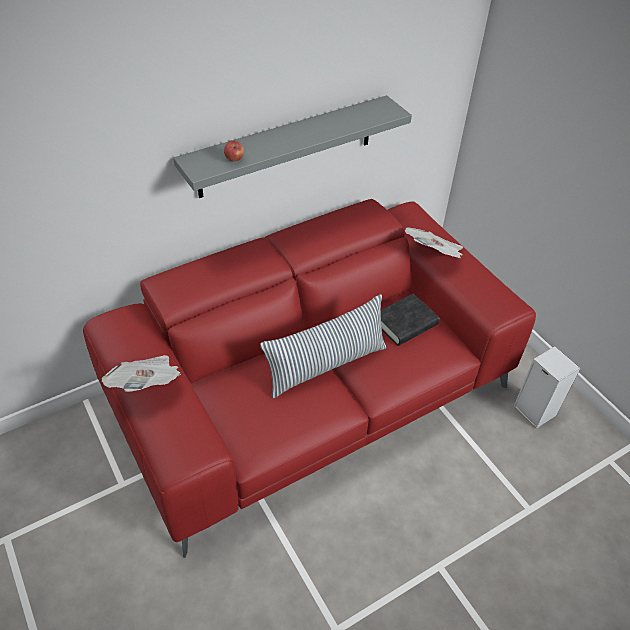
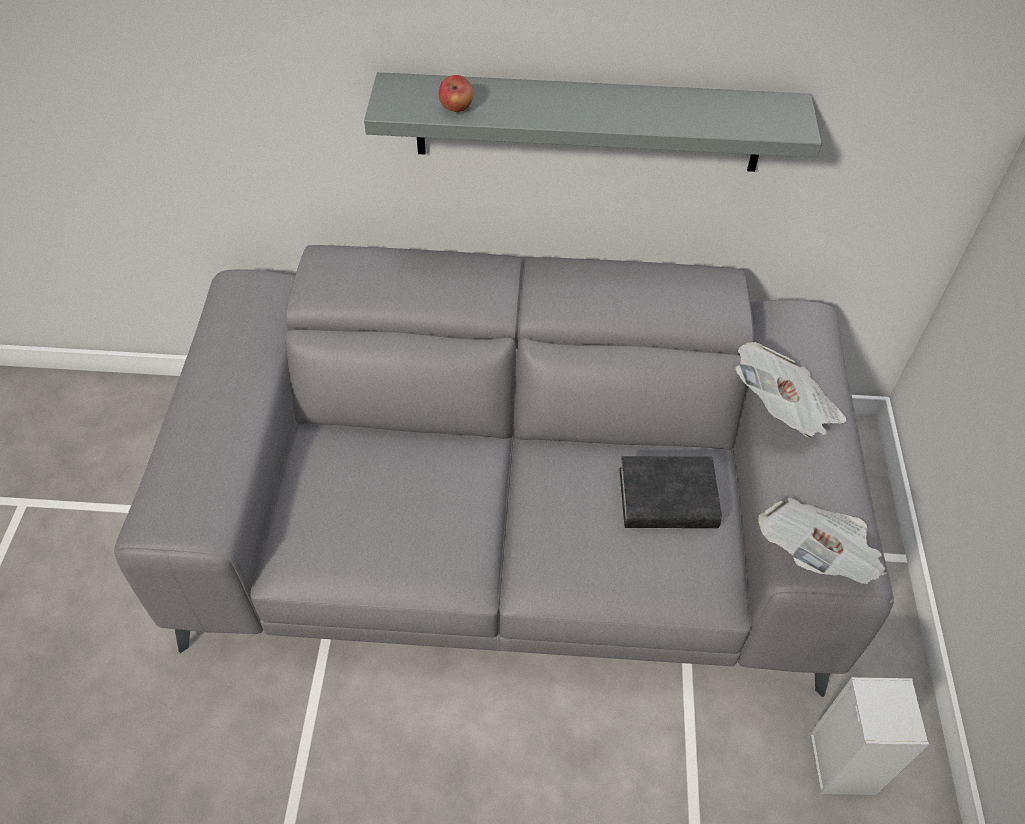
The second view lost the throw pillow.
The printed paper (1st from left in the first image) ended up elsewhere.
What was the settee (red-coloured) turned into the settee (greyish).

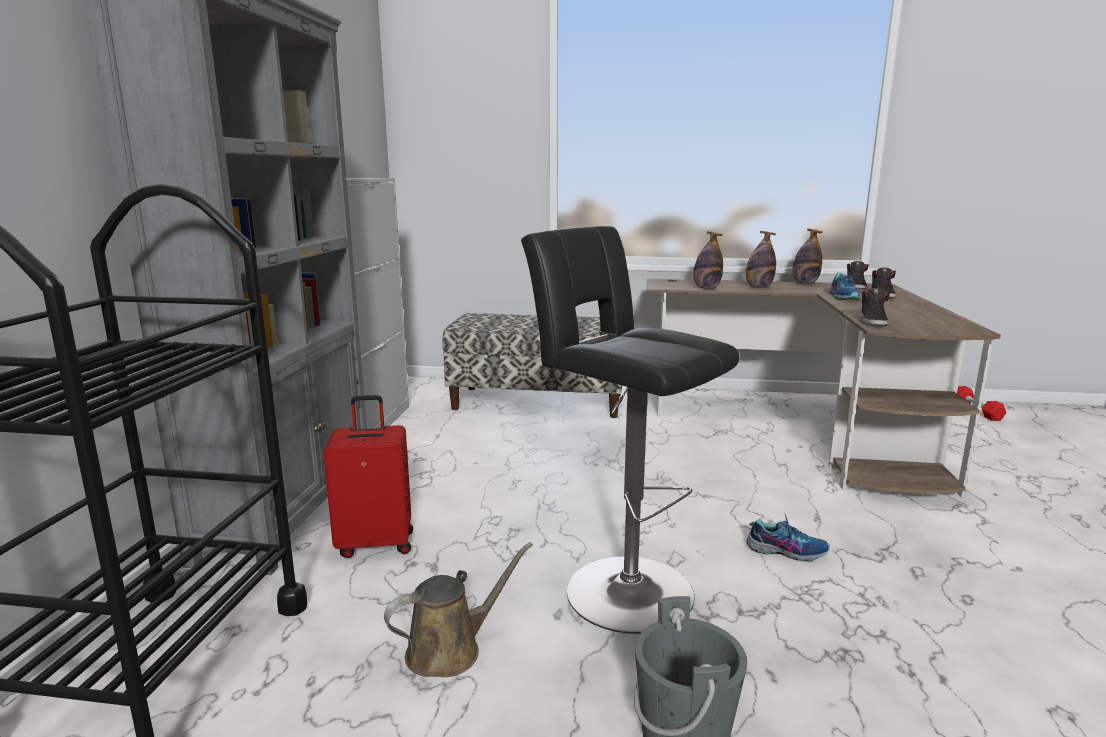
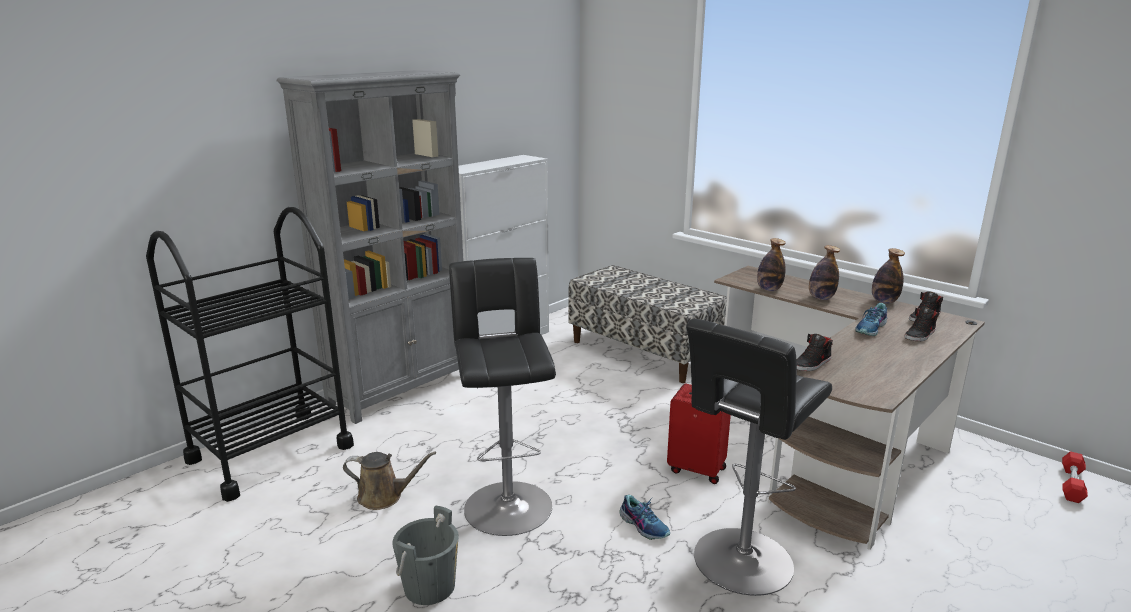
The second view gained the sitting stool (black) (2nd from left).
The suitcase (red-coloured) ended up elsewhere.

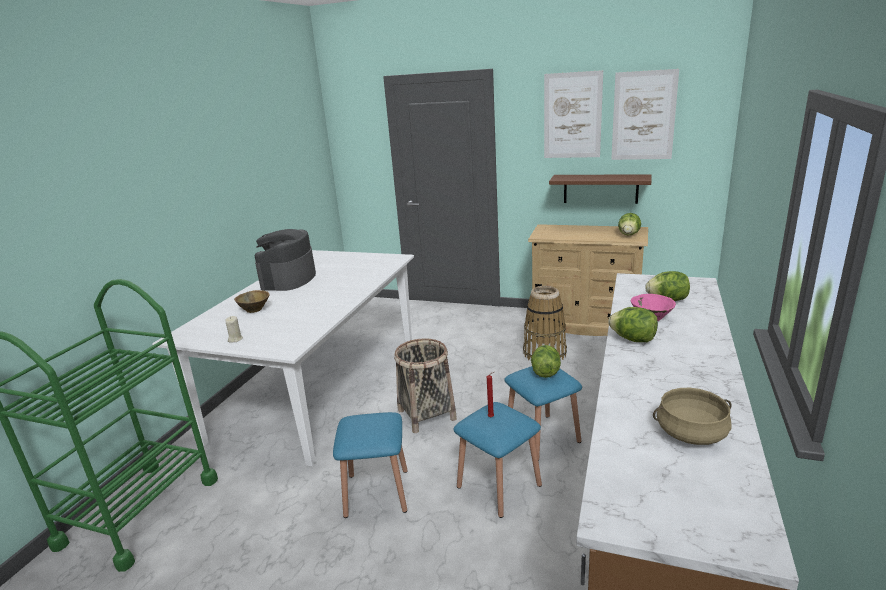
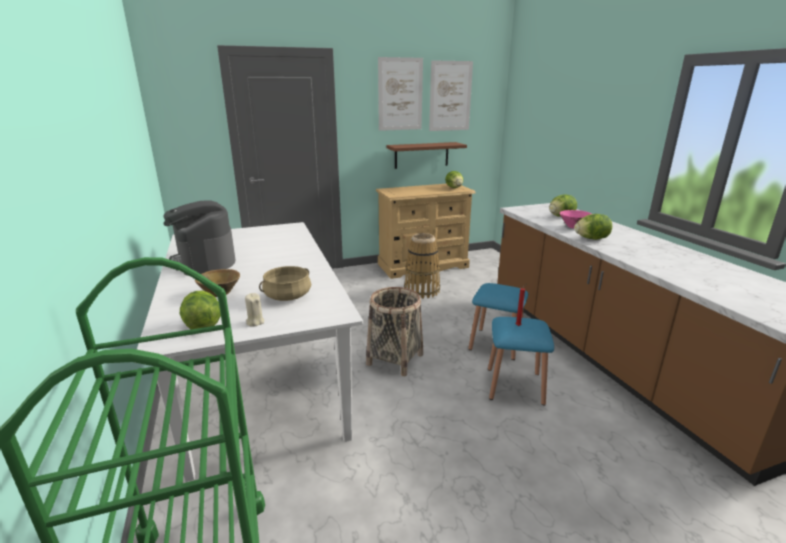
The second view lost the sitting stool (blue) (1st from left).
The head of lettuce (1st from left) ended up elsewhere.
The saucepot (beige-coloured) ended up elsewhere.

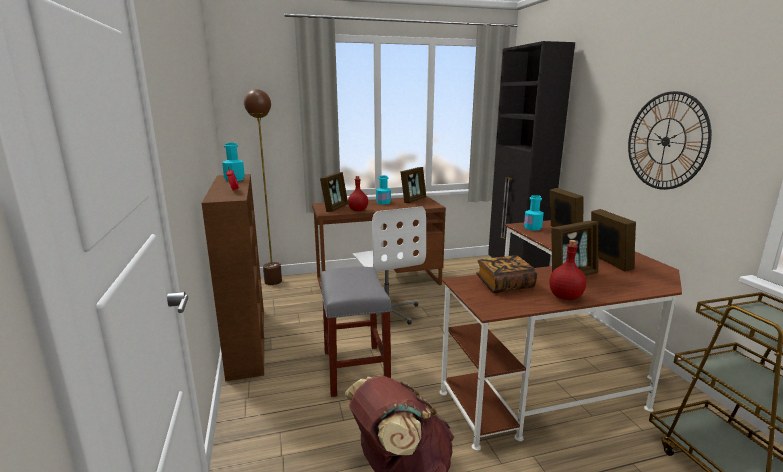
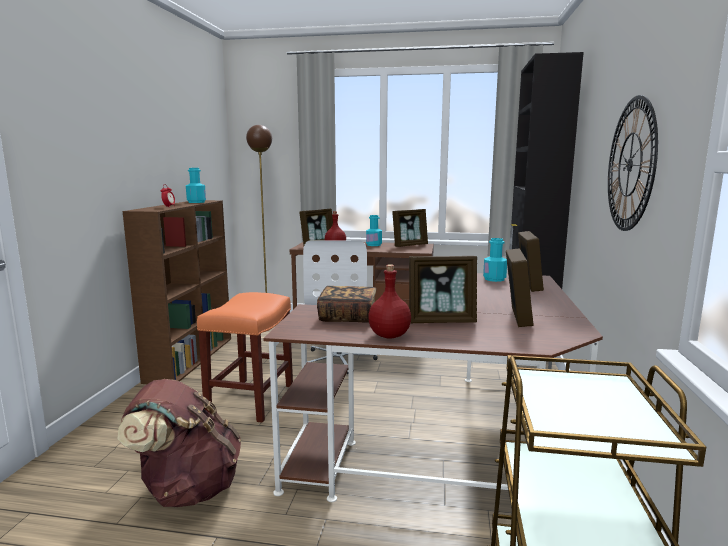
What was the sitting stool (greyish) turned into the sitting stool (orange-coloured).

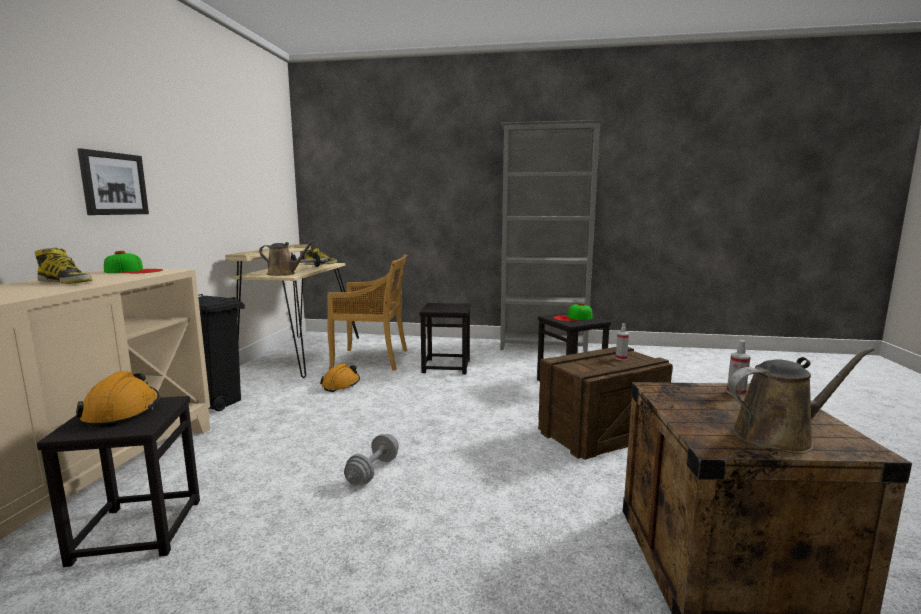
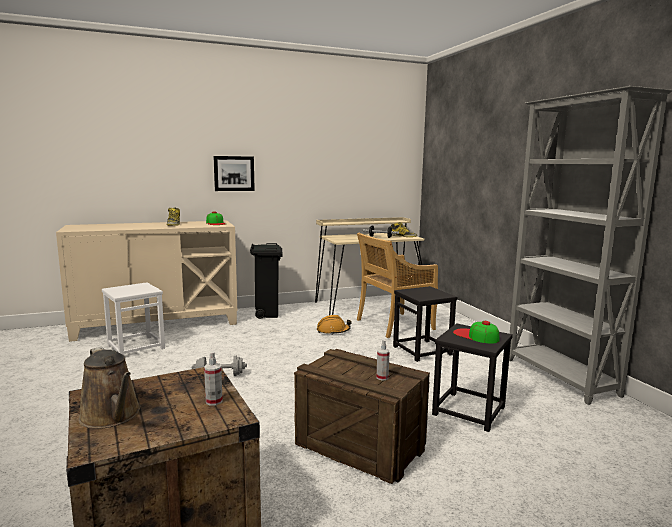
The second view lost the hard hat (orange-coloured) (1st from left).
The second view lost the watering can (brown-coloured) (1st from left).
What was the sitting stool (black) (1st from left) turned into the sitting stool (whitish).
The upright chair (beige-coloured) ended up facing another way, 90 degrees clockwise from before.

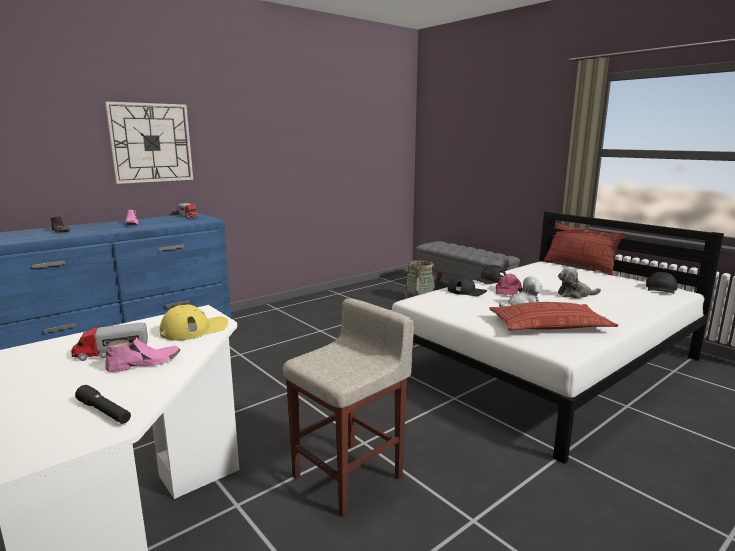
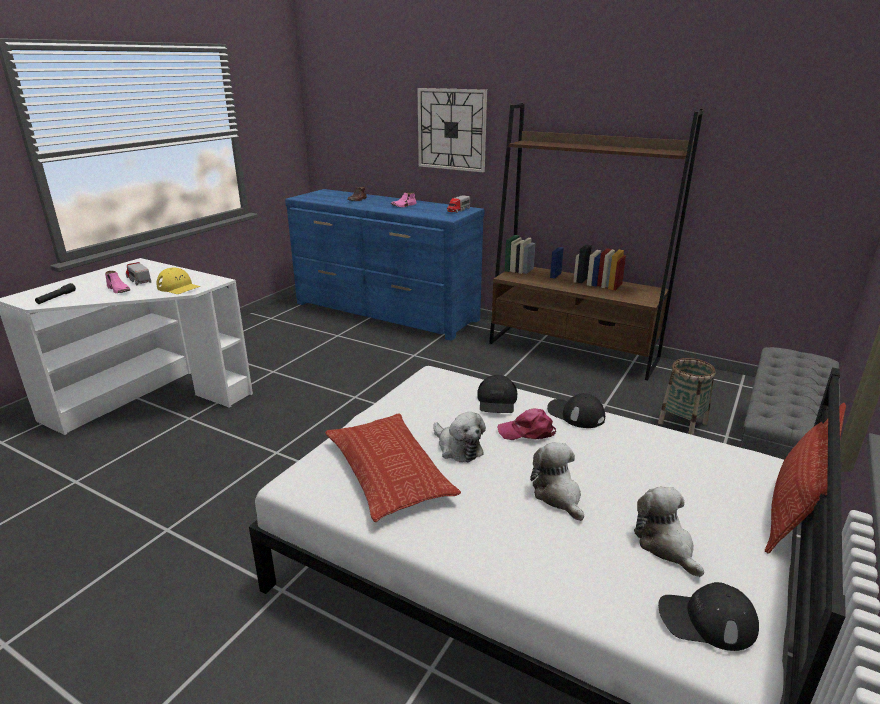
The second view lost the sitting stool (beige-coloured).
The second view gained the bookcase (brown-coloured).
The second view gained the soft toy (3rd from left).

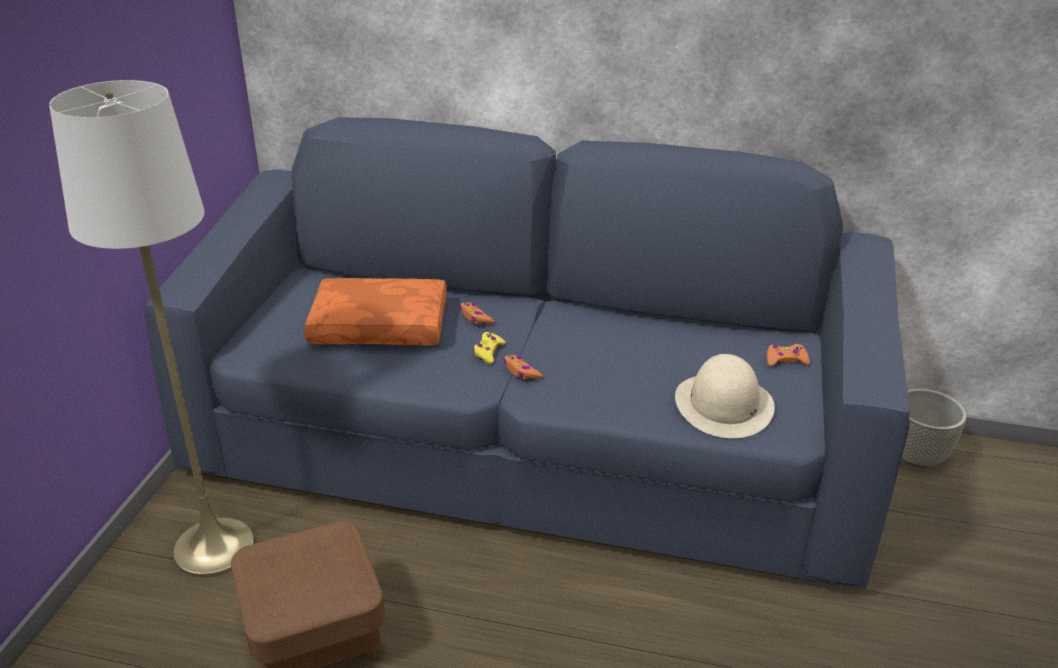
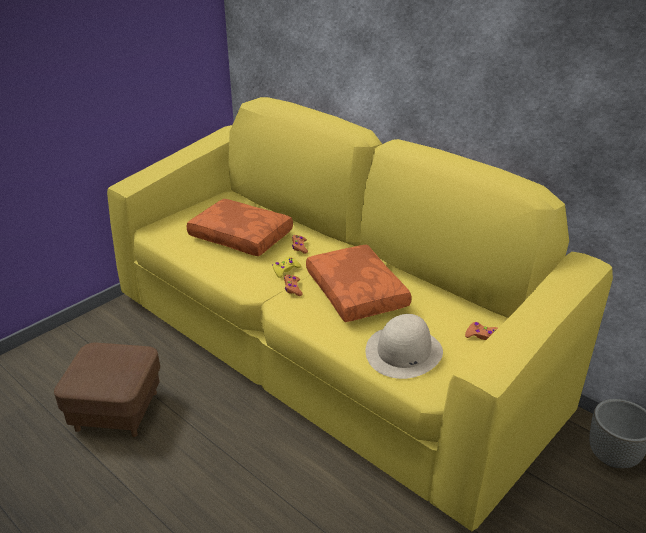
The second view lost the standing lamp (whitish).
The second view gained the throw pillow (orange-coloured) (2nd from left).
What was the settee (blue) turned into the settee (yellowish).

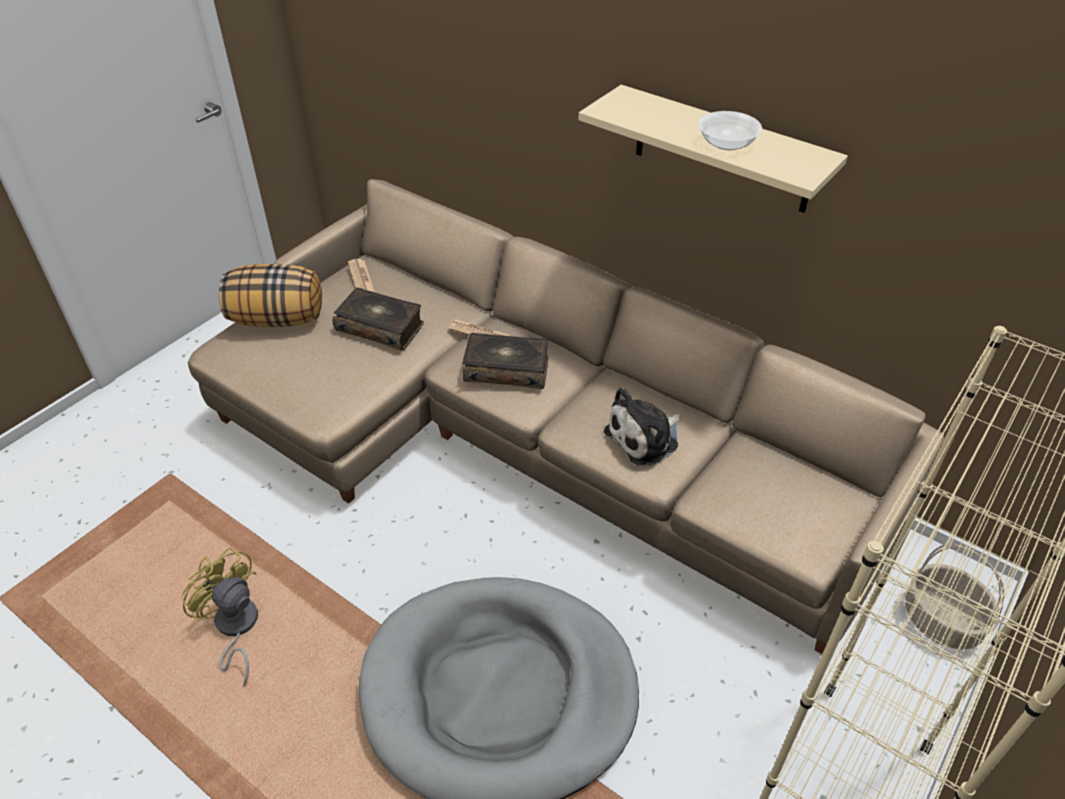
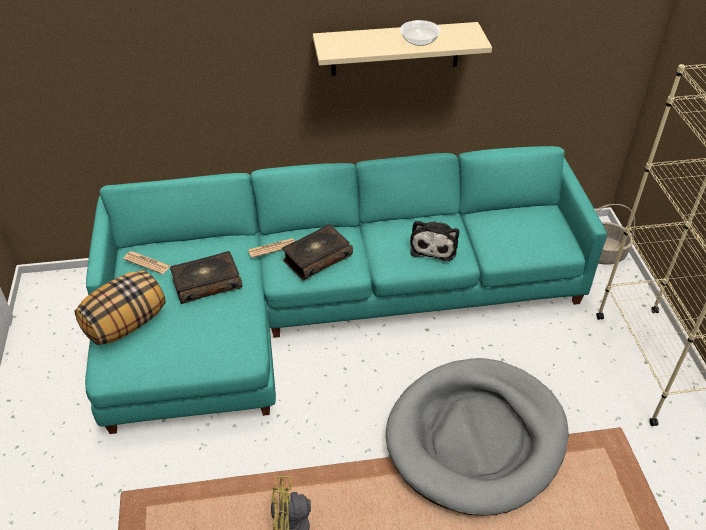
What was the settee (beige-coloured) turned into the settee (blue-green).

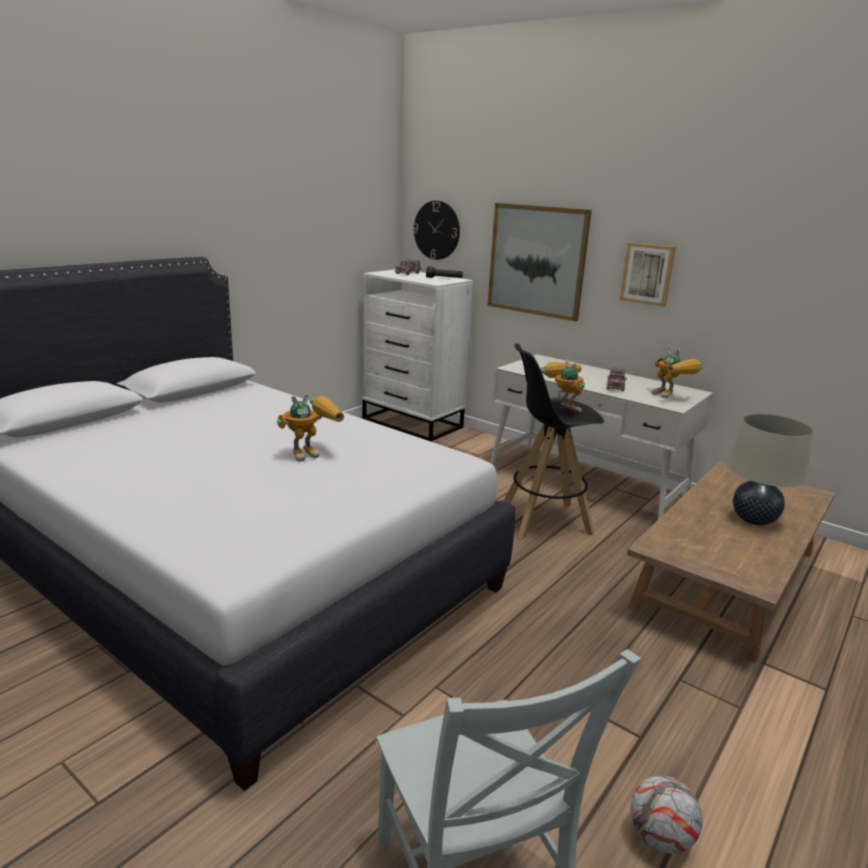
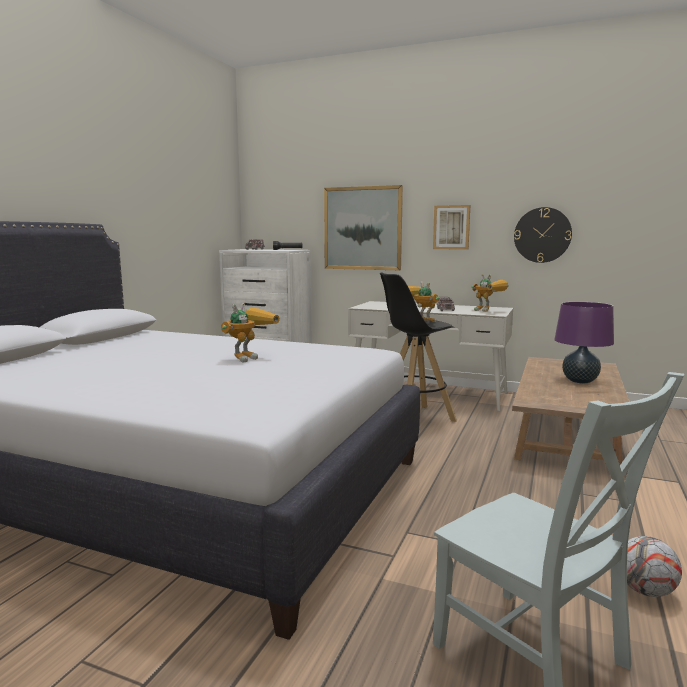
The wall clock ended up elsewhere.
What was the table lamp (beige-coloured) turned into the table lamp (purple-coloured).

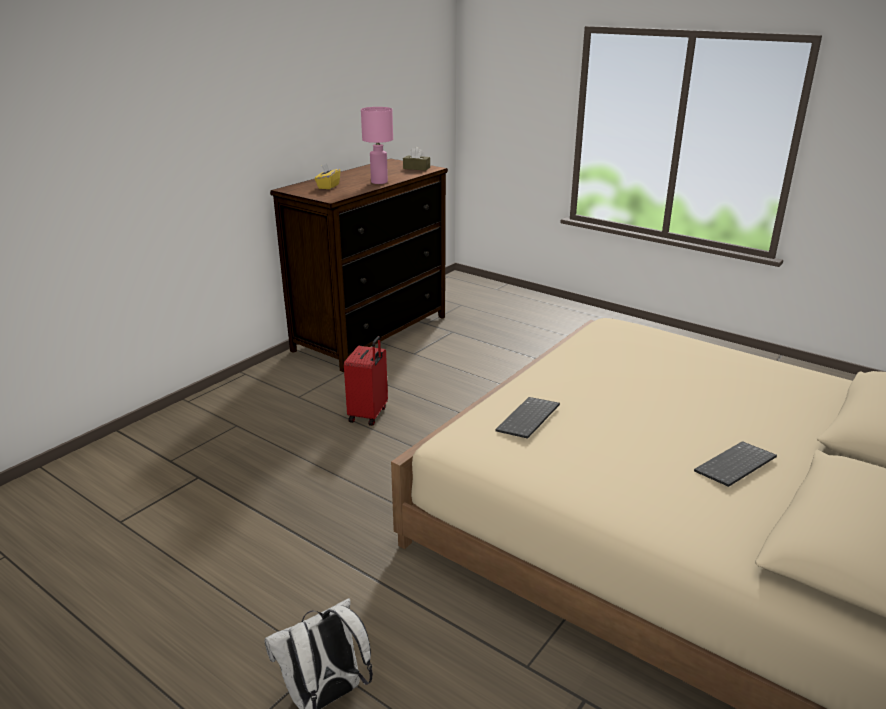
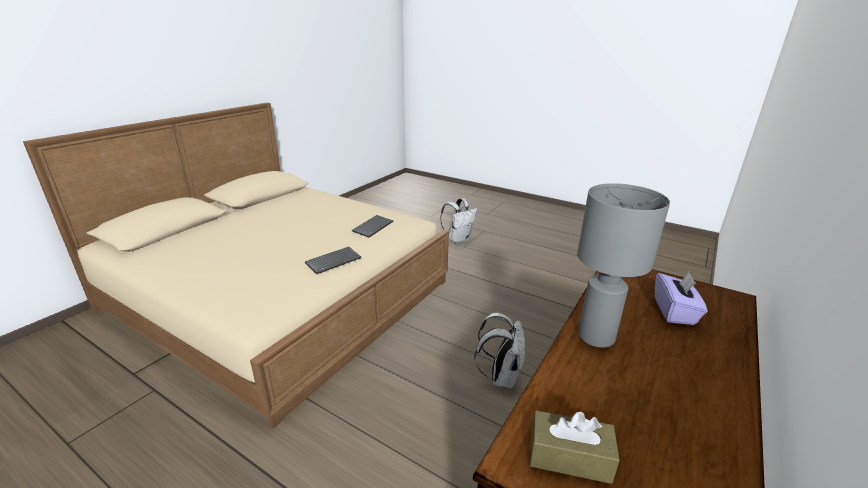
The PC keyboard (2nd from left in the first image) ended up elsewhere.
Where the suitcase (red-coloured) stood, the rucksack (whitish) (2nd from left) came to stand.
What was the tissue box (yellowish) turned into the tissue box (purple-coloured).
What was the table lamp (pink-coloured) turned into the table lamp (greyish).

